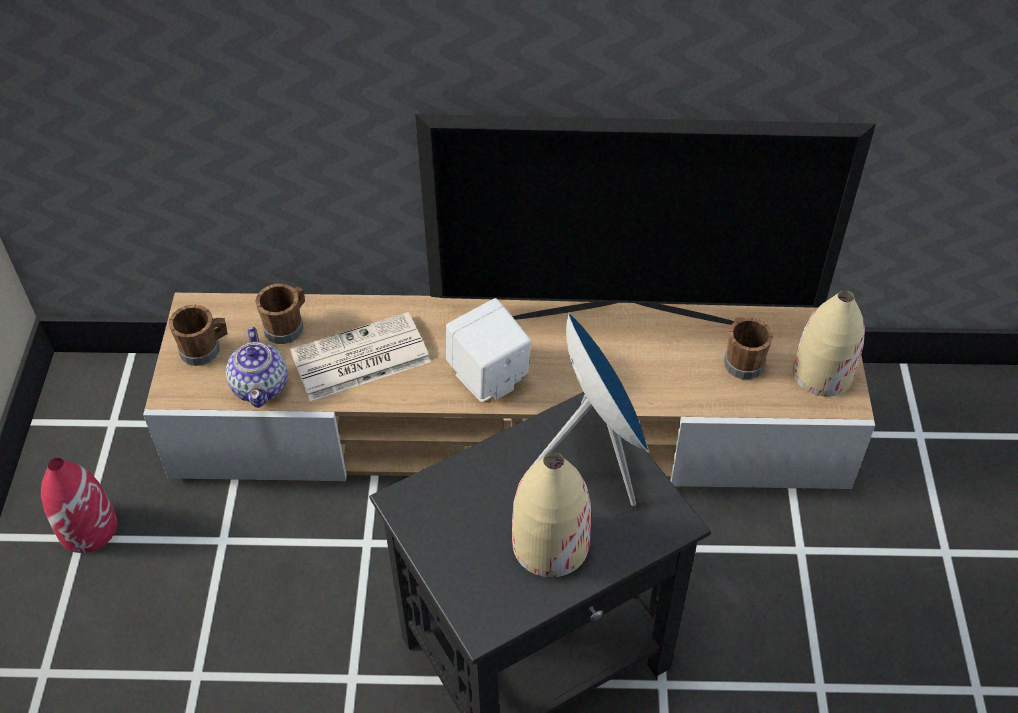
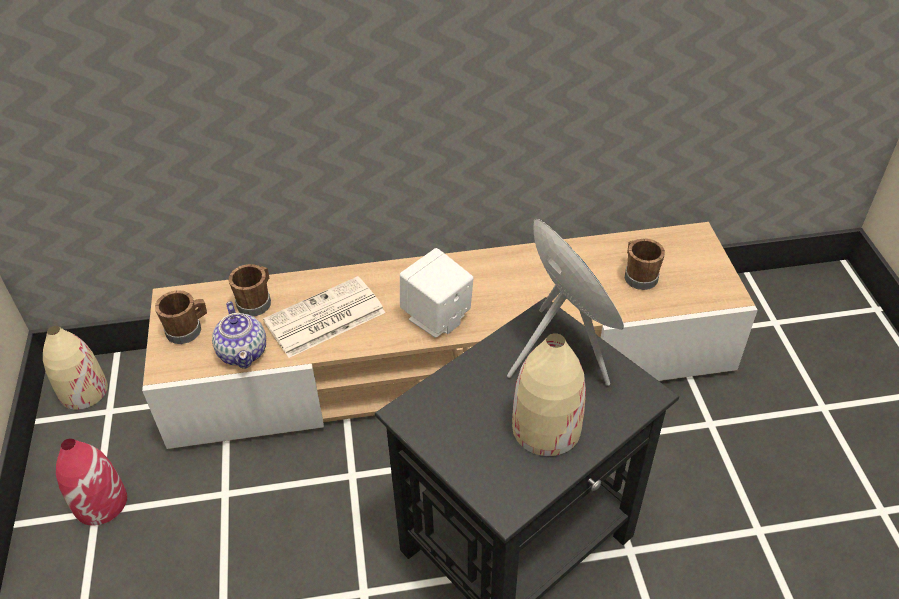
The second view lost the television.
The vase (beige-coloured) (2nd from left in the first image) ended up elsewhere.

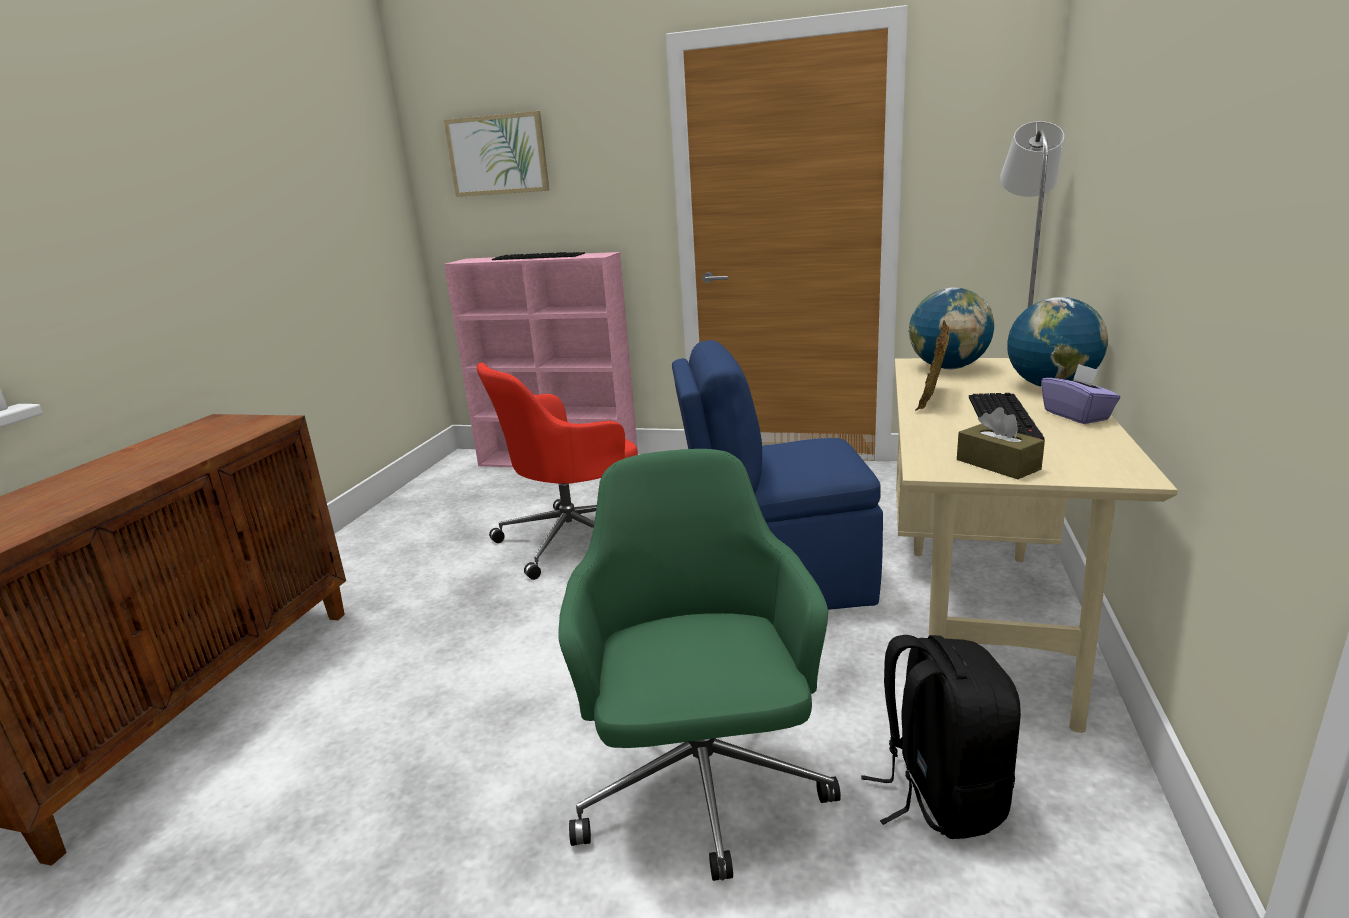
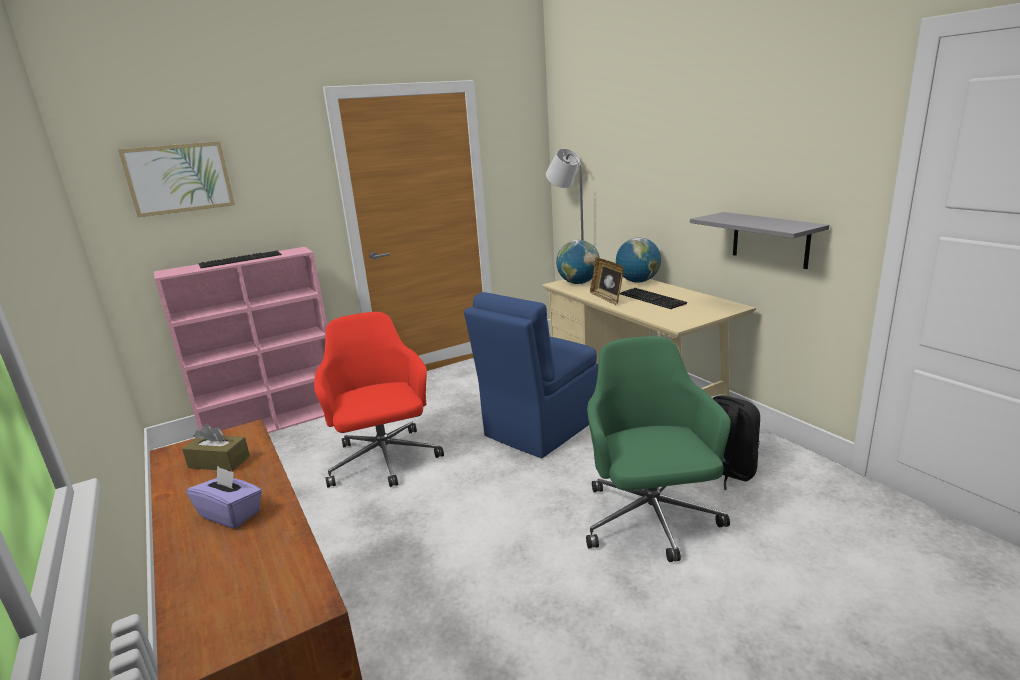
The second view gained the bracket shelf (greyish).
The tissue box (brown-coloured) ended up elsewhere.
The tissue box (purple-coloured) ended up elsewhere.
The desk chair (red-coloured) ended up facing another way, 150 degrees clockwise from before.
The desk chair (green-coloured) ended up facing another way, 45 degrees clockwise from before.

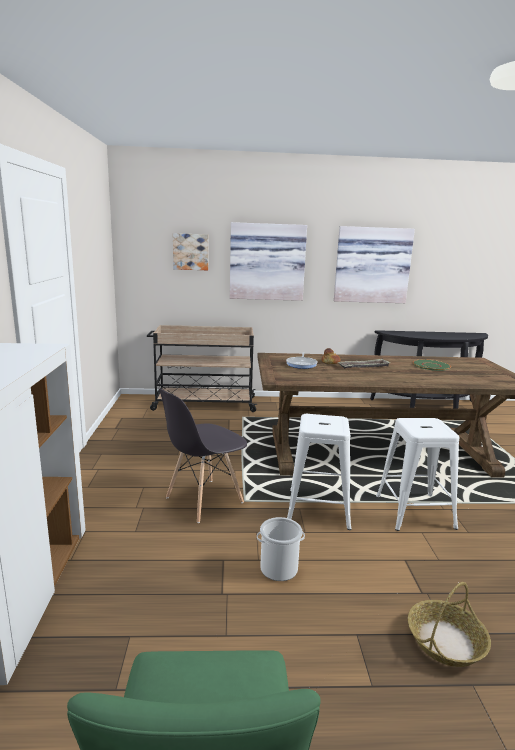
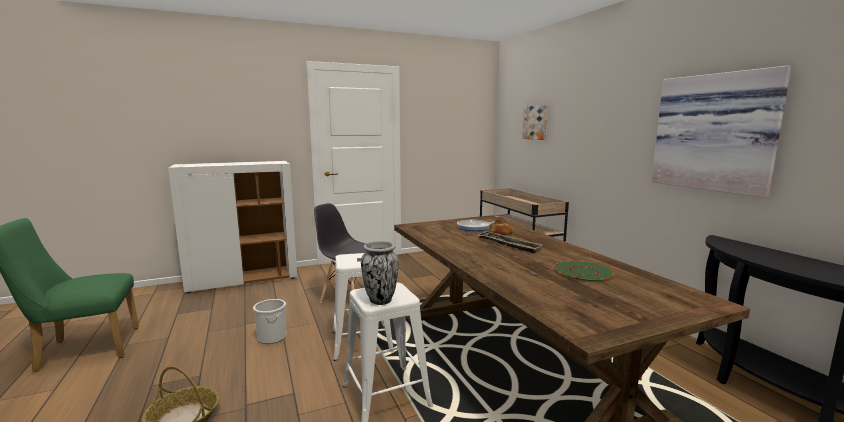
The second view lost the picture (2nd from left).
The second view gained the vase.

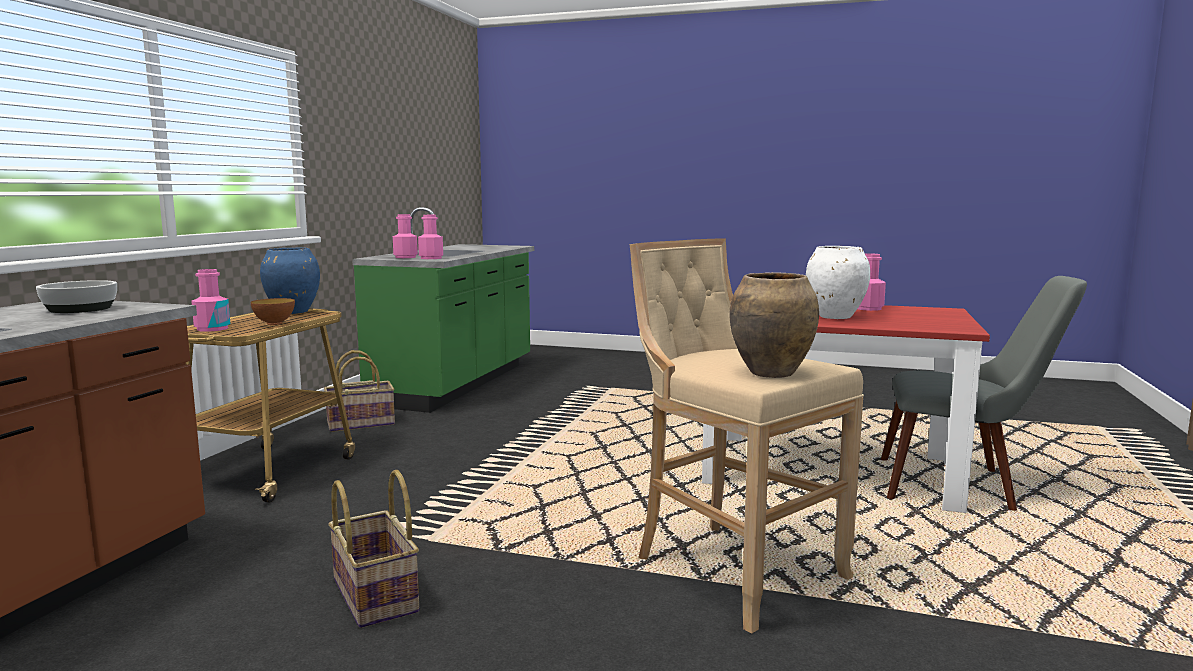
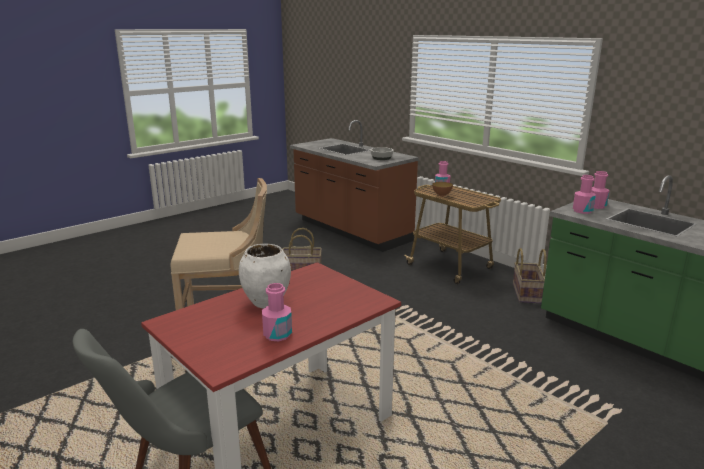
The second view lost the vase (blue).
The second view lost the vase (brown-coloured).

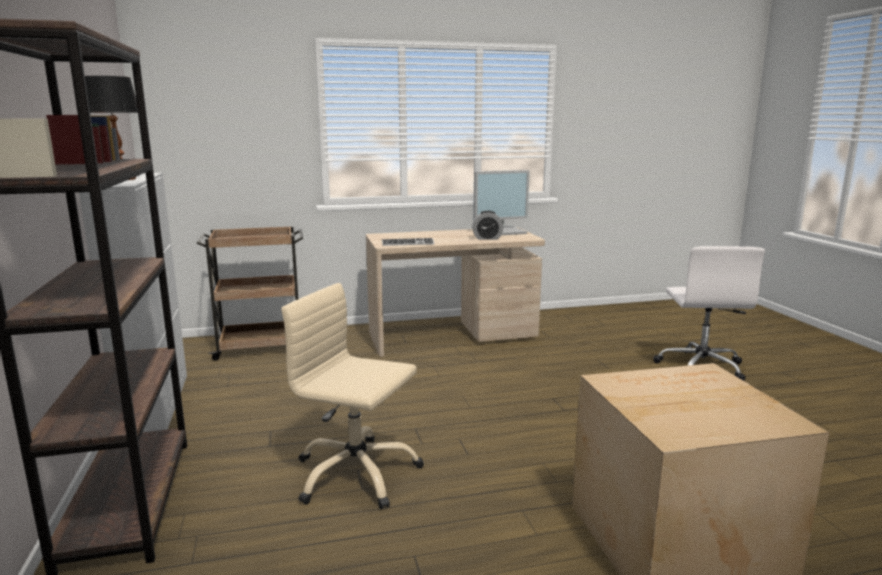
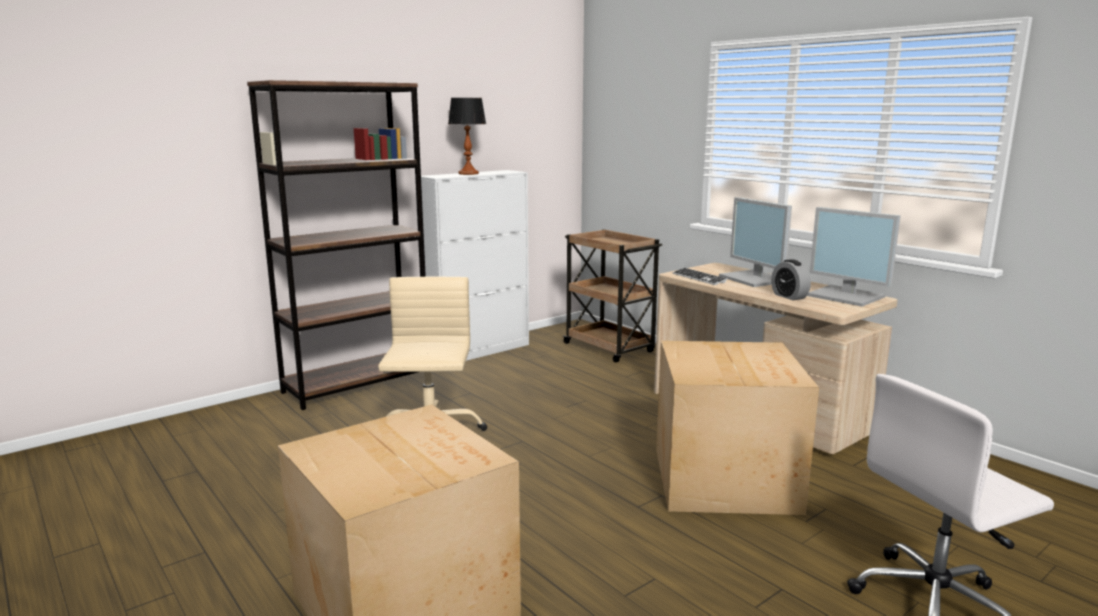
The second view gained the packing box (2nd from left).
The second view gained the monitor (1st from left).

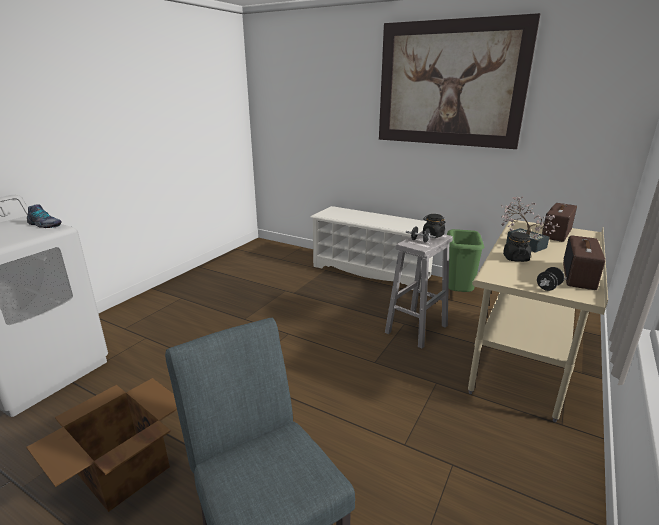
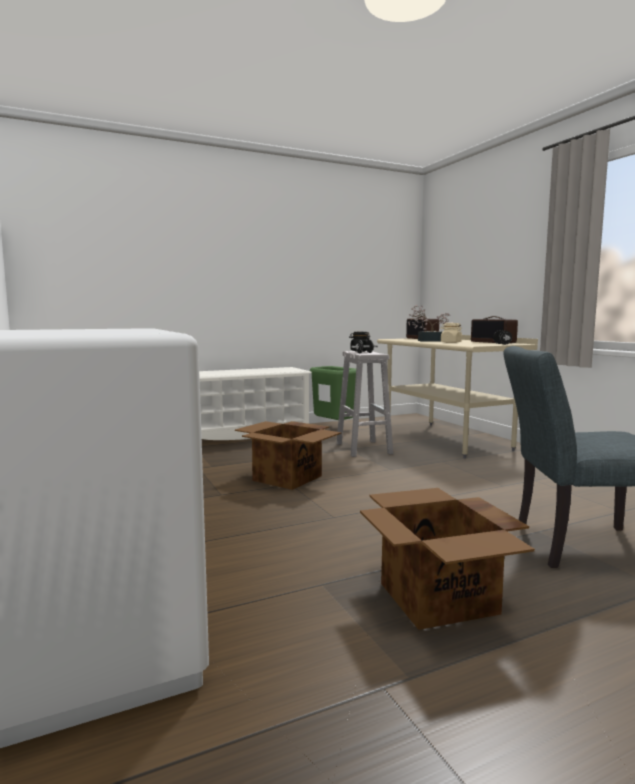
The second view lost the item of footwear.
The second view lost the picture.
The second view gained the packing box (1st from left).
What was the preserve jar (black) (2nd from left) turned into the preserve jar (beige-coloured).

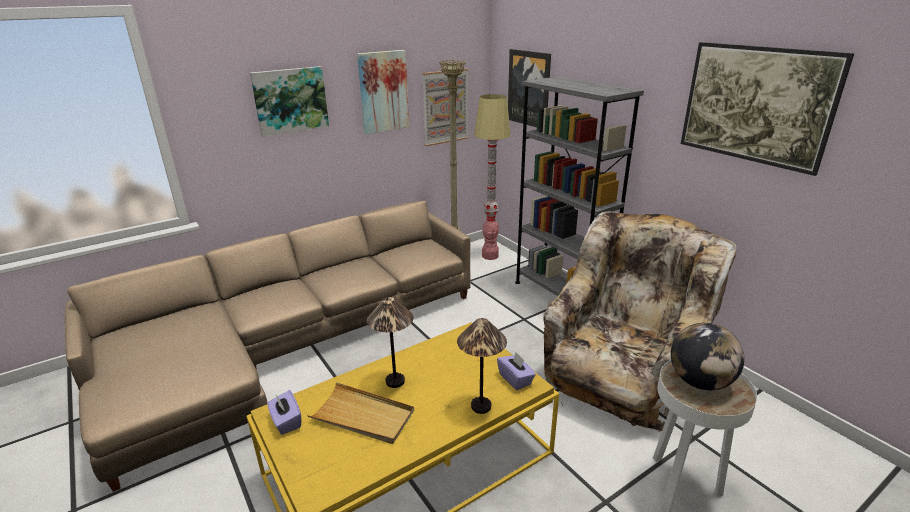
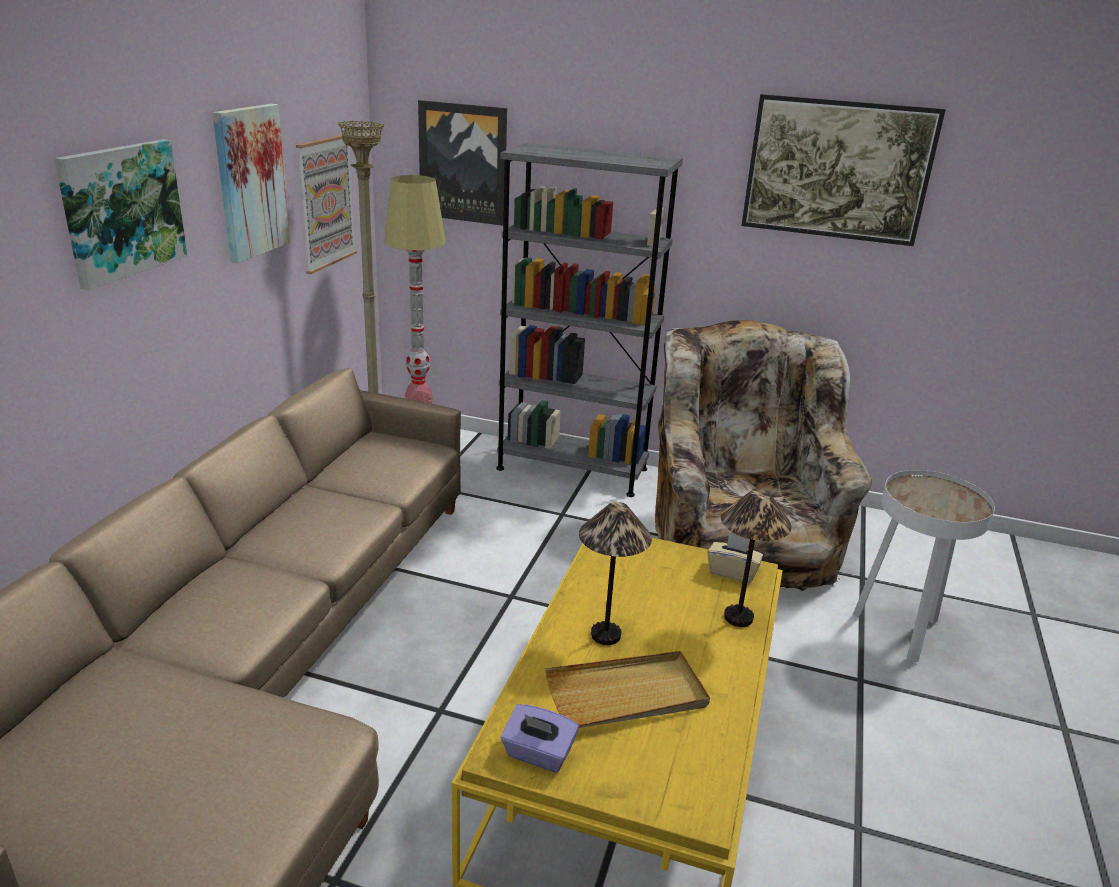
The second view lost the world globe.
What was the tissue box (purple-coloured) (2nd from left) turned into the tissue box (beige-coloured).

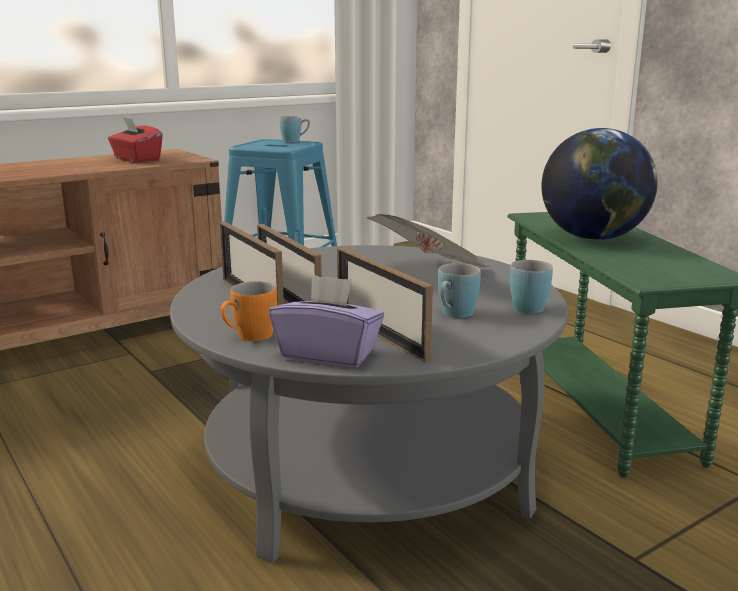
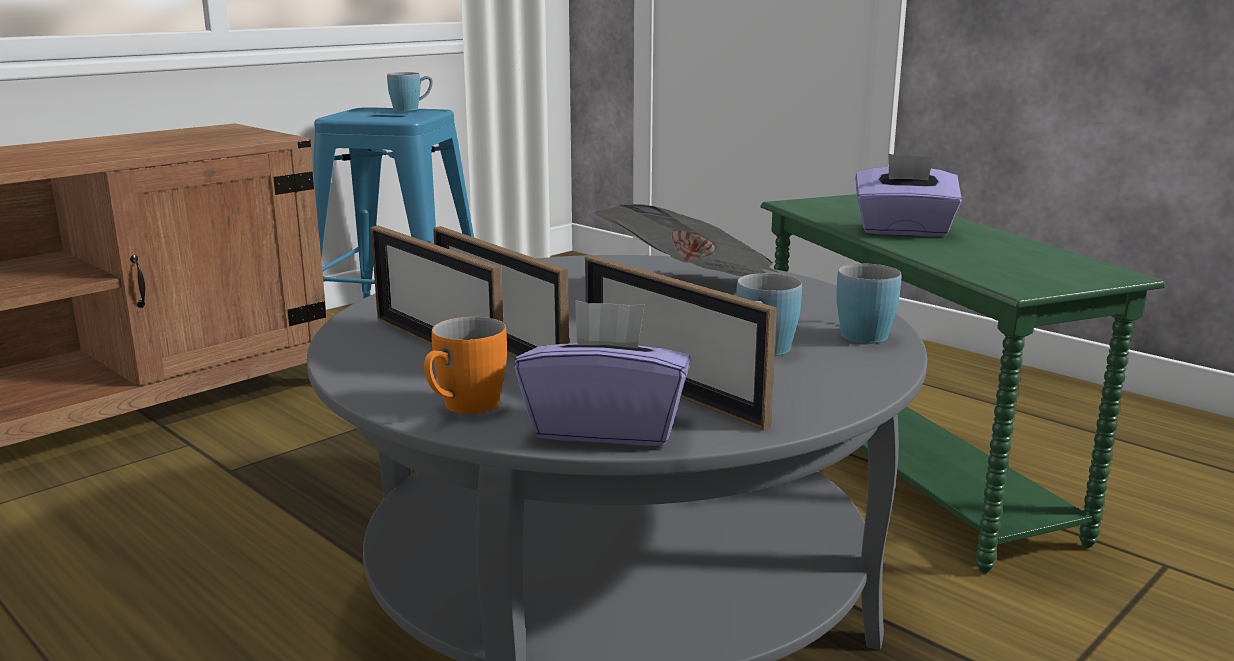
The second view lost the tissue box (red-coloured).
Where the world globe stood, the tissue box (purple-coloured) (2nd from left) came to stand.

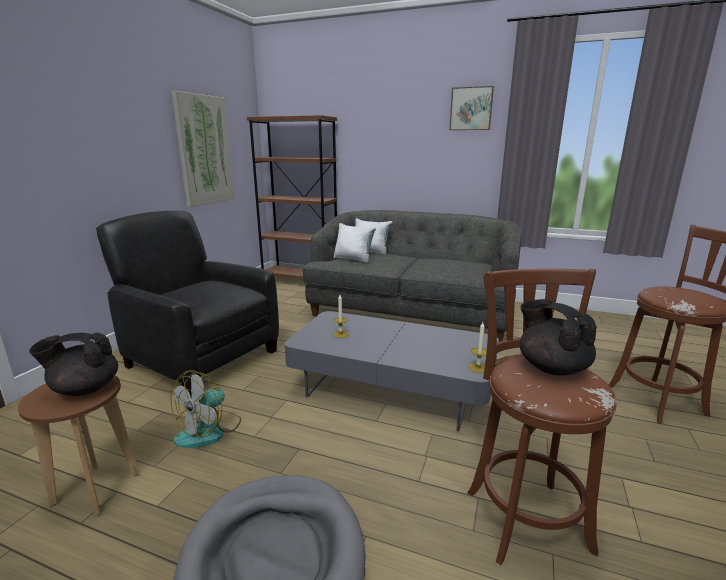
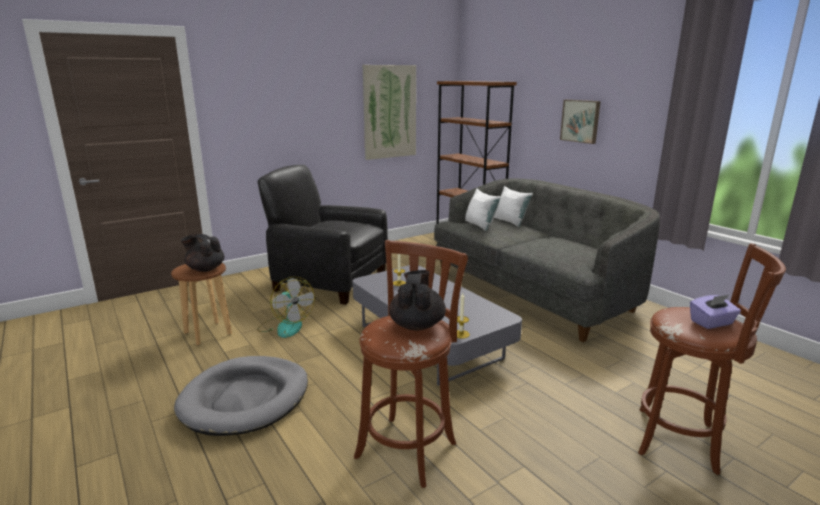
The second view gained the tissue box (purple-coloured).
The picture (2nd from left) ended up elsewhere.
The armchair (black) ended up facing another way, 45 degrees counterclockwise from before.
The fan ended up facing another way, 105 degrees counterclockwise from before.

